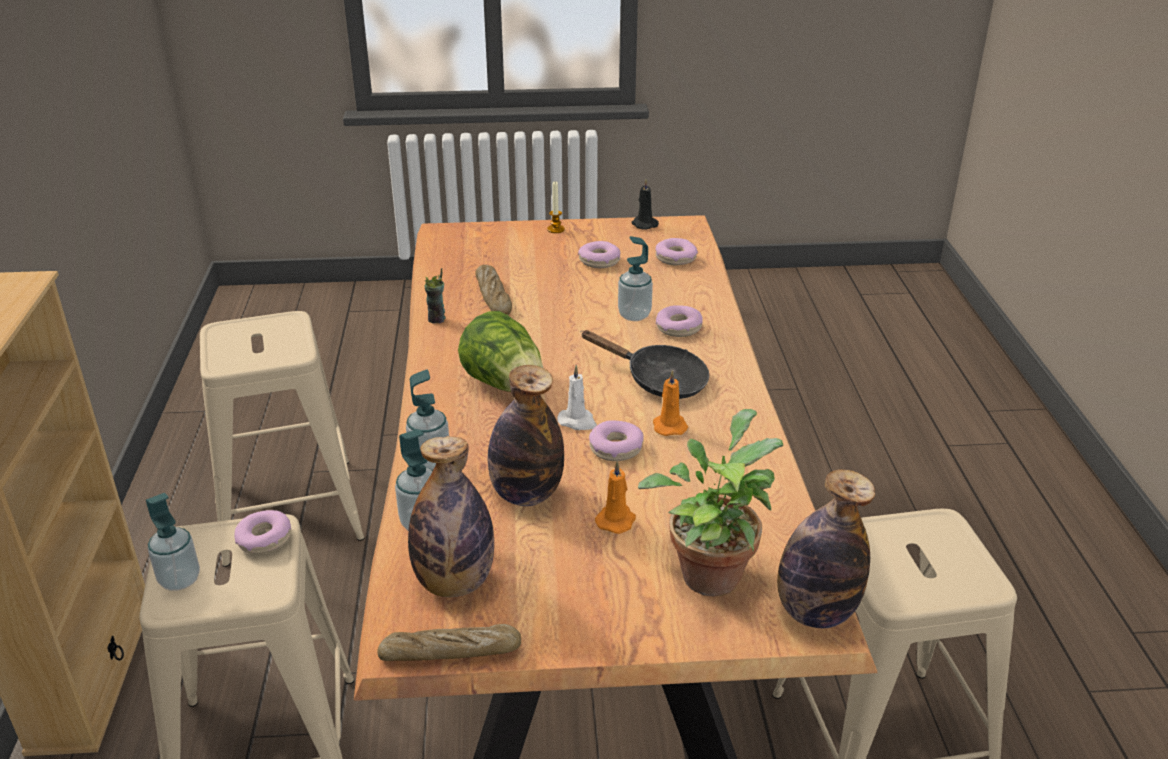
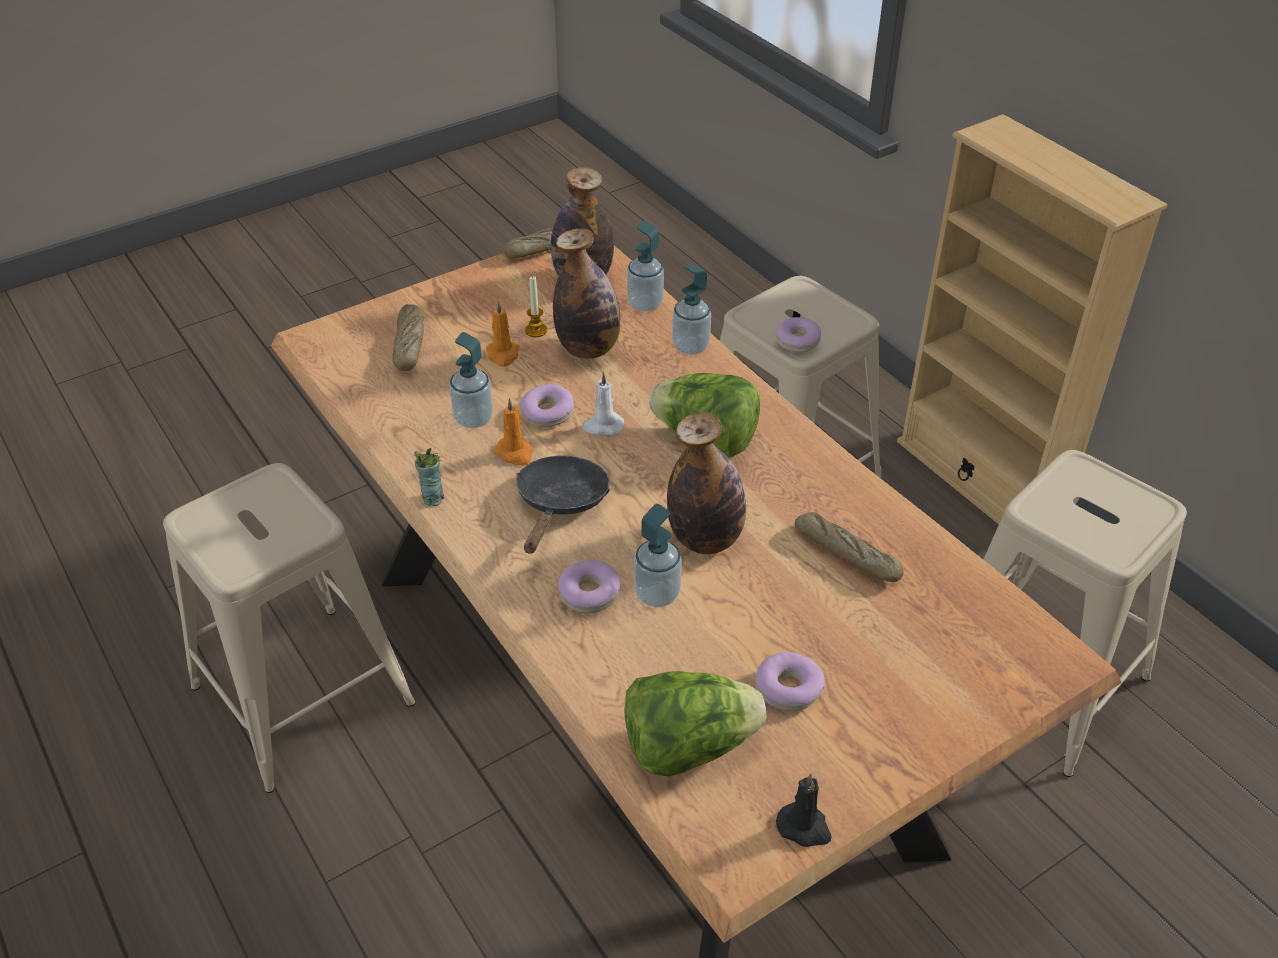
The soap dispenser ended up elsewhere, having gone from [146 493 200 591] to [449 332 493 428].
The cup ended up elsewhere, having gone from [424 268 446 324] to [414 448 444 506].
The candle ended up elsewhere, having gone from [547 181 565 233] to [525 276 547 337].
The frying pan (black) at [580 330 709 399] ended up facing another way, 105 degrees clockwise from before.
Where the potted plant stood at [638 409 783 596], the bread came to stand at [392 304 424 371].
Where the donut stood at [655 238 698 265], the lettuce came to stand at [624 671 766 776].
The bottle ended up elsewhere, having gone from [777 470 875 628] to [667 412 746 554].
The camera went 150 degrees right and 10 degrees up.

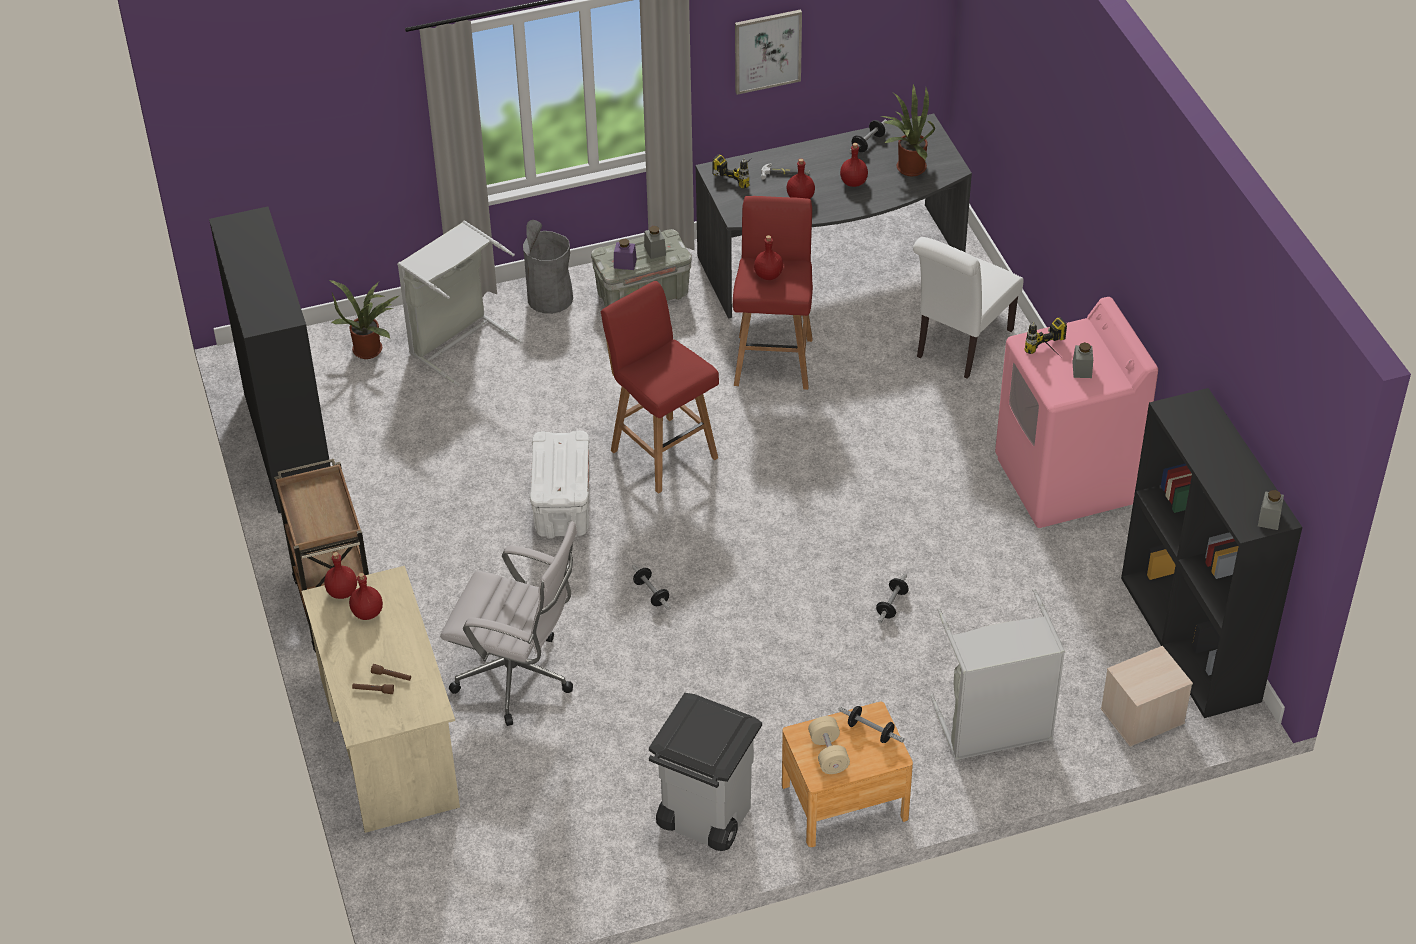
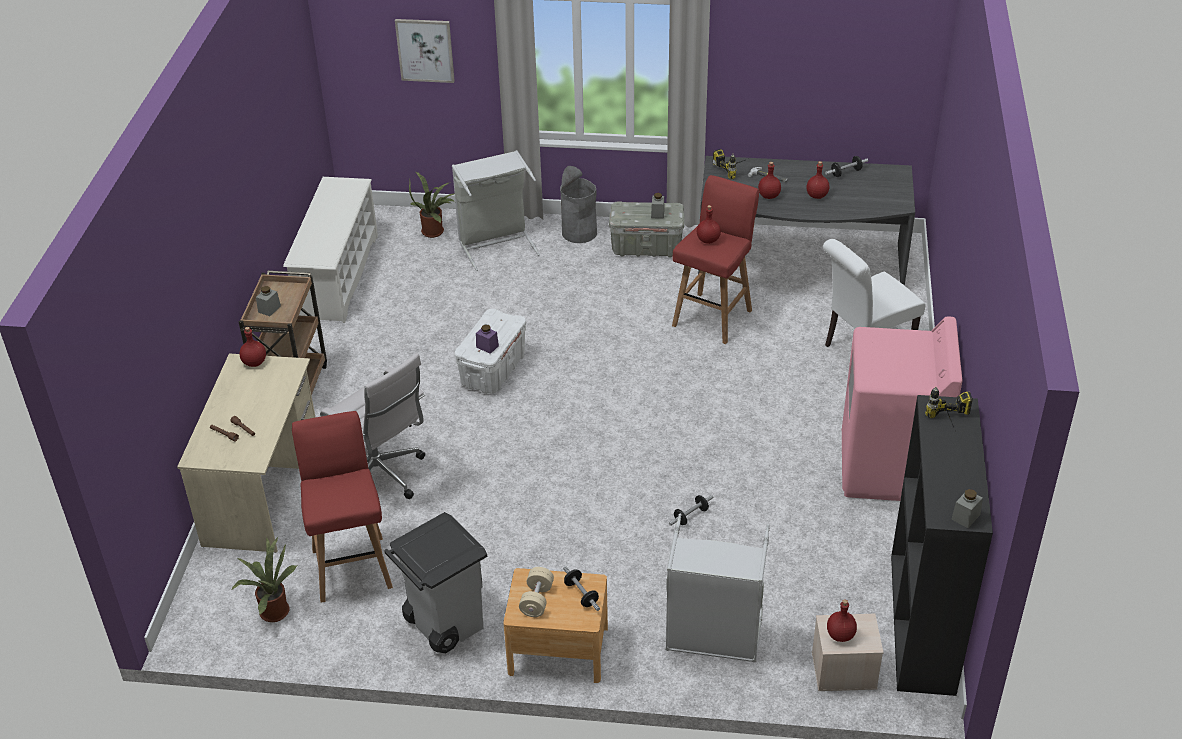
Where the bookcase (black) stood at [209 206 330 513], the shoe rack (white) came to stand at [283 177 378 323].
The bottle (red) ended up elsewhere, having gone from [349 573 383 620] to [827 599 857 642].
The stool (red) ended up elsewhere, having gone from [601 281 719 494] to [292 411 393 603].
The jar (purple) ended up elsewhere, having gone from [614 239 637 270] to [476 324 499 354].
The second view lost the dumbbell at [632 564 671 610].
The picture ended up elsewhere, having gone from [735 9 802 95] to [395 19 455 83].
The potted plant ended up elsewhere, having gone from [881 83 935 176] to [231 537 297 622].
The power drill ended up elsewhere, having gone from [1025 317 1067 359] to [925 387 973 432].
The jar (grey) ended up elsewhere, having gone from [1072 342 1093 378] to [256 286 281 316].
The camera went 25 degrees right and 5 degrees down.

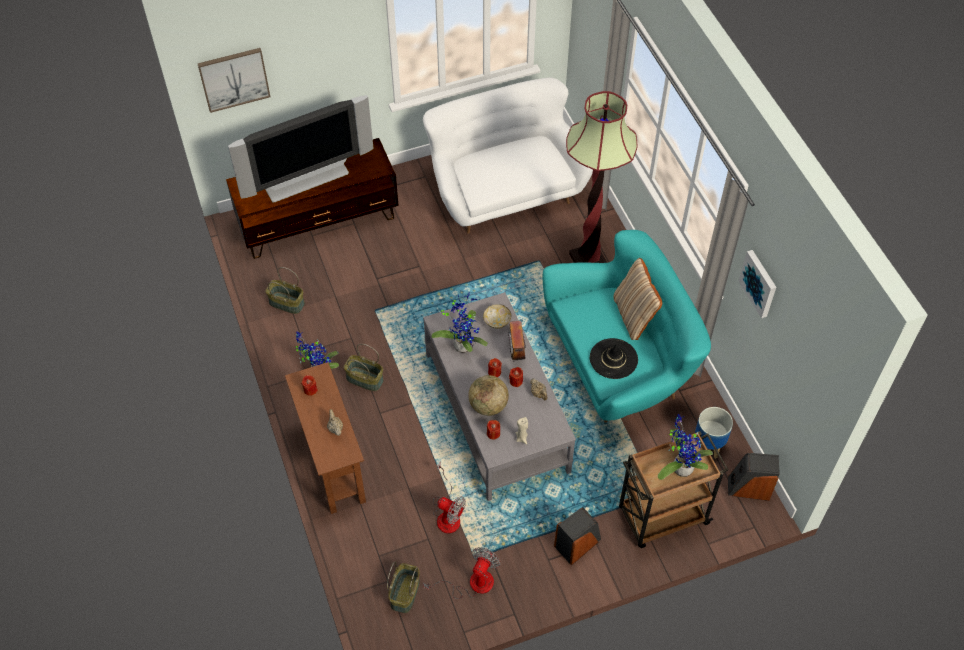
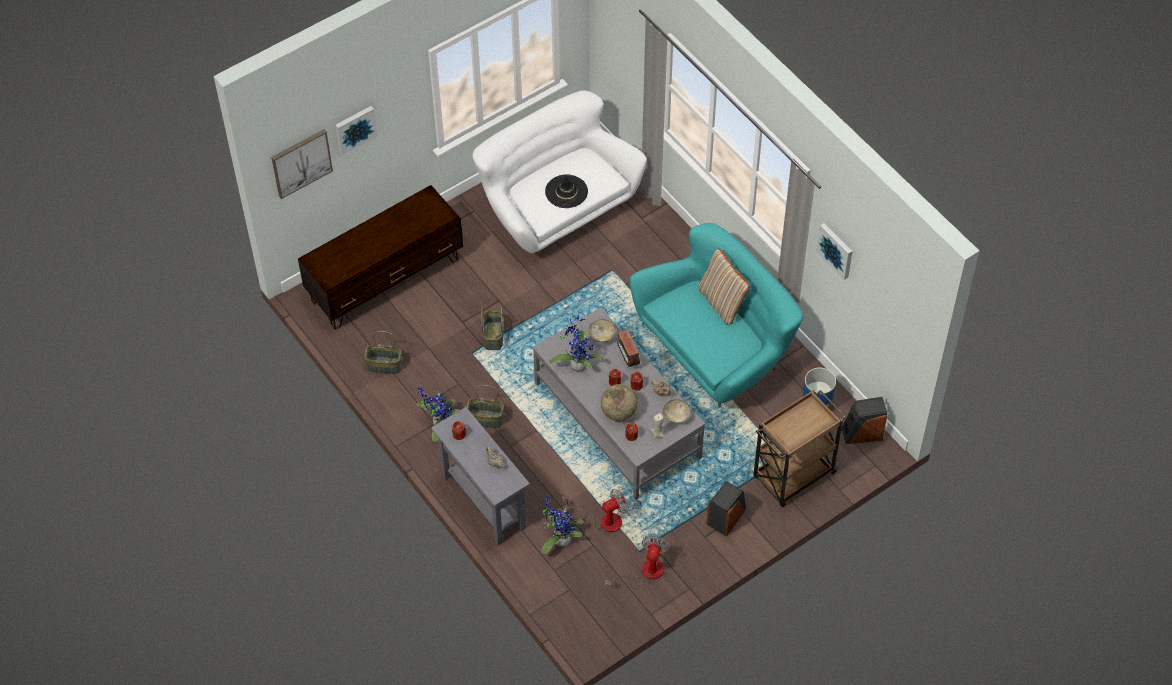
The second view lost the television at [228 95 374 203].
What was the console table (brown) at [285 362 366 514] turned into the console table (grey) at [431 407 530 545].
The basket ended up elsewhere, having gone from [387 562 420 613] to [481 306 504 350].
The fan at [433 462 466 533] ended up facing another way, 45 degrees counterclockwise from before.
The second view lost the floor lamp at [566 91 637 263].
The hat (black) ended up elsewhere, having gone from [590 338 638 379] to [545 175 588 208].
The potted plant ended up elsewhere, having gone from [657 414 713 480] to [541 496 584 554].
The second view gained the picture at [335 106 377 155].
The second view gained the bowl at [663 399 690 424].
The camera went 15 degrees left and 0 degrees up.

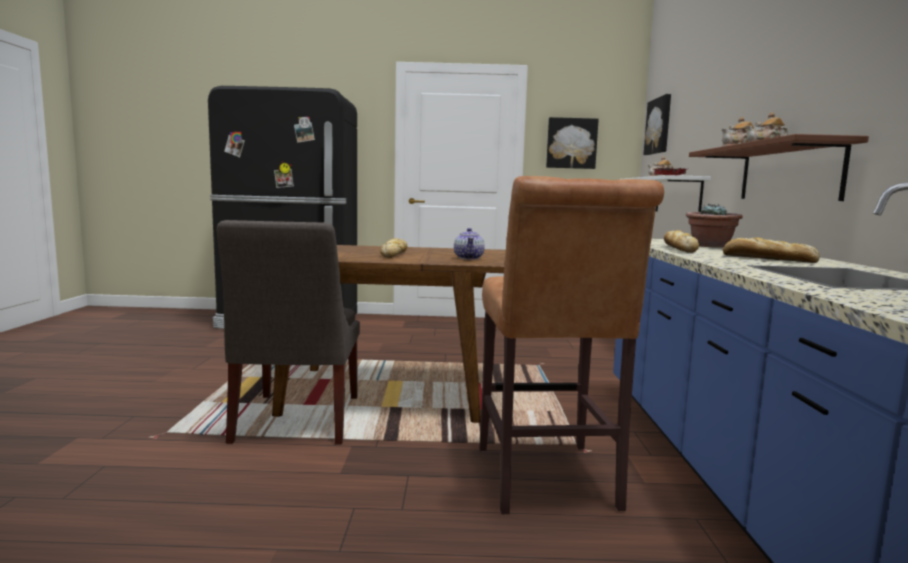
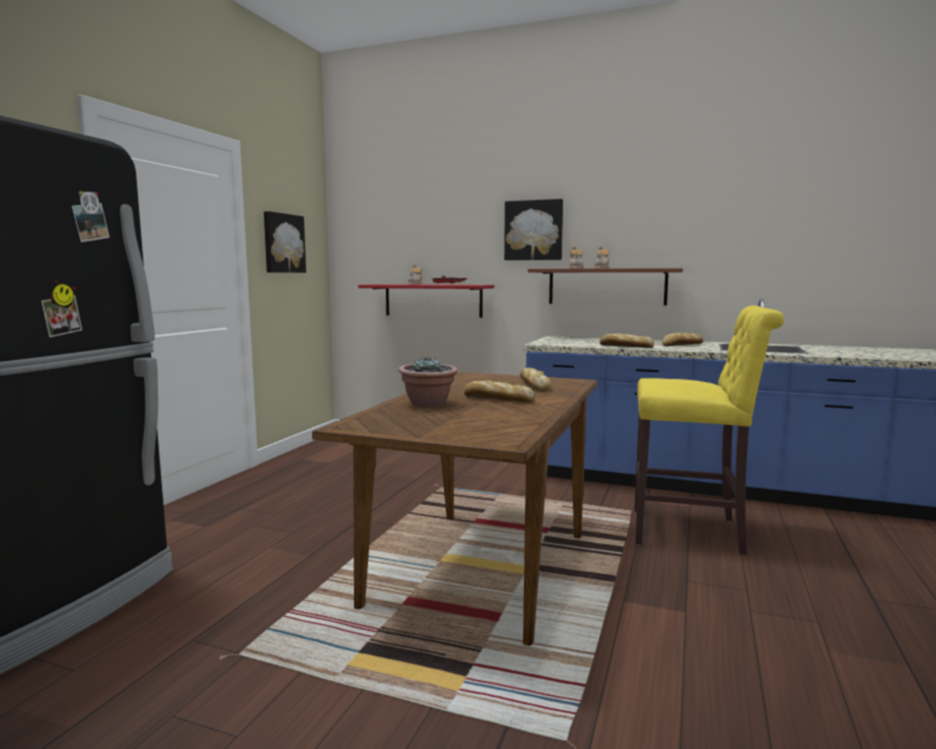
The second view lost the chair (grey) at [216 220 360 445].
Where the teapot stood at [454 228 485 259], the bread came to stand at [520 367 551 391].
What was the stool (brown) at [479 176 664 515] turned into the stool (yellow) at [634 306 784 555].
What was the shelf (white) at [620 175 711 212] turned into the shelf (red) at [358 284 494 318].
The picture ended up elsewhere, having gone from [643 94 671 155] to [504 199 563 260].
The potted plant ended up elsewhere, having gone from [686 204 743 248] to [398 357 458 407].
The camera went 70 degrees left and 0 degrees up.

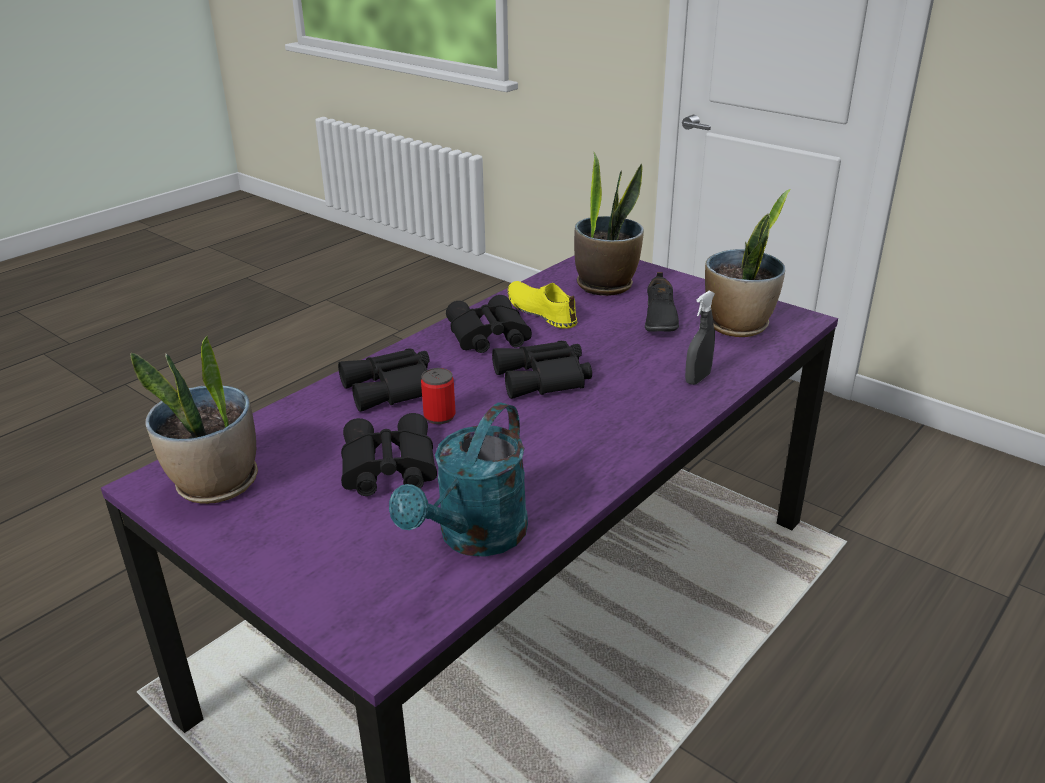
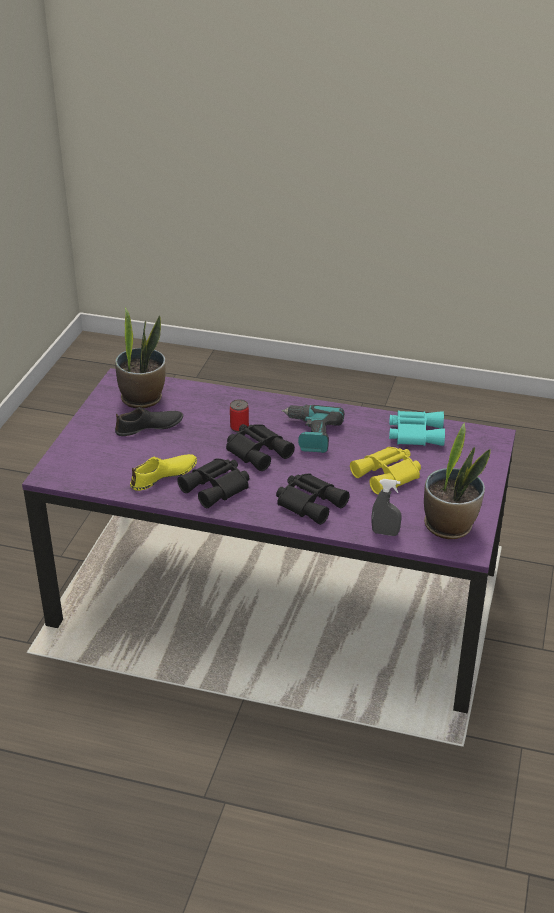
What was the binoculars (black) at [341 413 437 496] turned into the binoculars (yellow) at [350 447 421 494].
Where the watering can (turquoise) stood at [389 402 528 557], the binoculars (turquoise) came to stand at [389 410 445 446].
The can ended up elsewhere, having gone from [421 368 456 424] to [230 399 249 432].
The shoe (yellow) at [508 281 577 329] ended up facing another way, 150 degrees counterclockwise from before.
The second view lost the potted plant at [574 153 644 296].
The spray bottle (grey) ended up elsewhere, having gone from [685 291 715 385] to [371 479 402 536].
The second view gained the power drill at [282 405 344 453].
The camera went 115 degrees left and 5 degrees up.

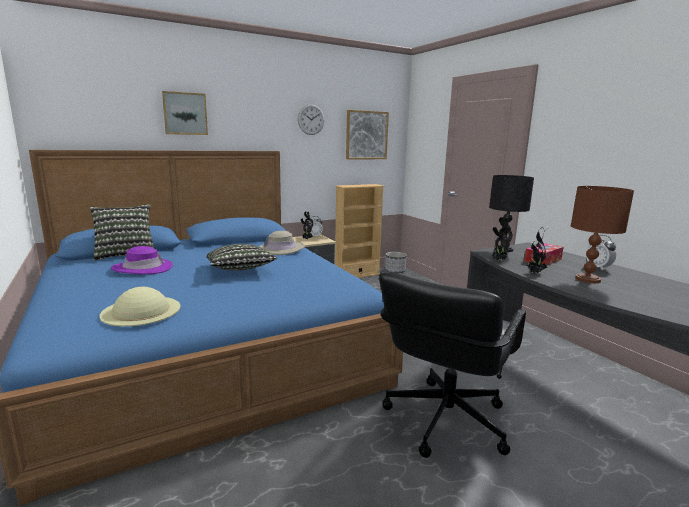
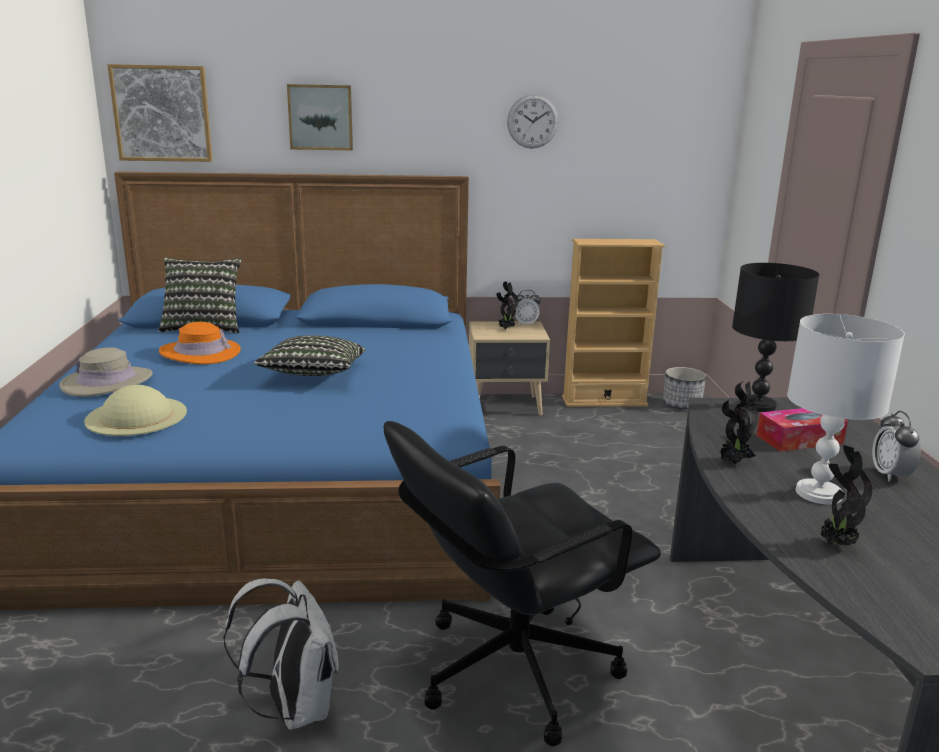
What was the hat (purple) at [111 246 173 274] turned into the hat (orange) at [159 322 241 364].
The hat (beige) ended up elsewhere, having gone from [259 231 305 255] to [59 347 153 397].
The picture ended up elsewhere, having gone from [346 110 389 160] to [107 64 213 162].
The potted plant ended up elsewhere, having gone from [492 217 513 261] to [820 445 872 547].
What was the table lamp (brown) at [571 186 634 283] turned into the table lamp (white) at [787 314 905 504].
The second view gained the backpack (white) at [223 578 339 730].
The camera went 25 degrees right and 5 degrees up.

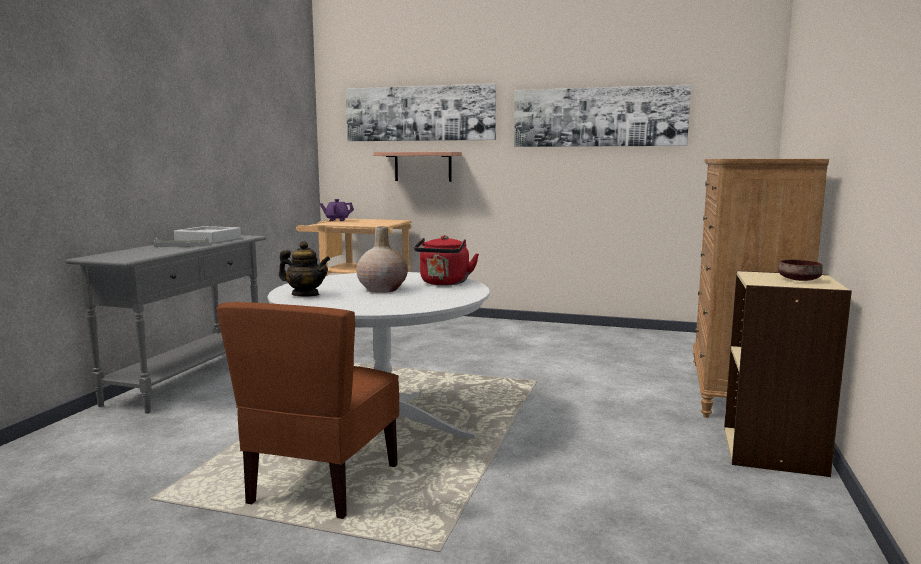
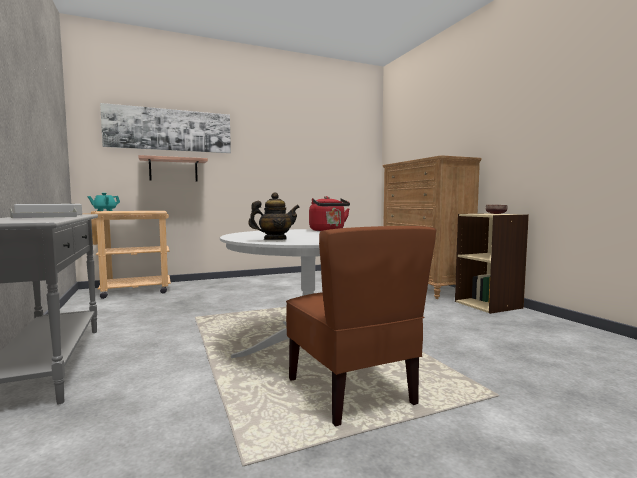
What was the teapot (purple) at [320 199 354 221] turned into the teapot (turquoise) at [87 193 120 211].
The second view lost the vase (beige) at [356 226 408 293].
The second view lost the picture at [514 85 691 147].
The camera went 40 degrees left and 5 degrees down.

